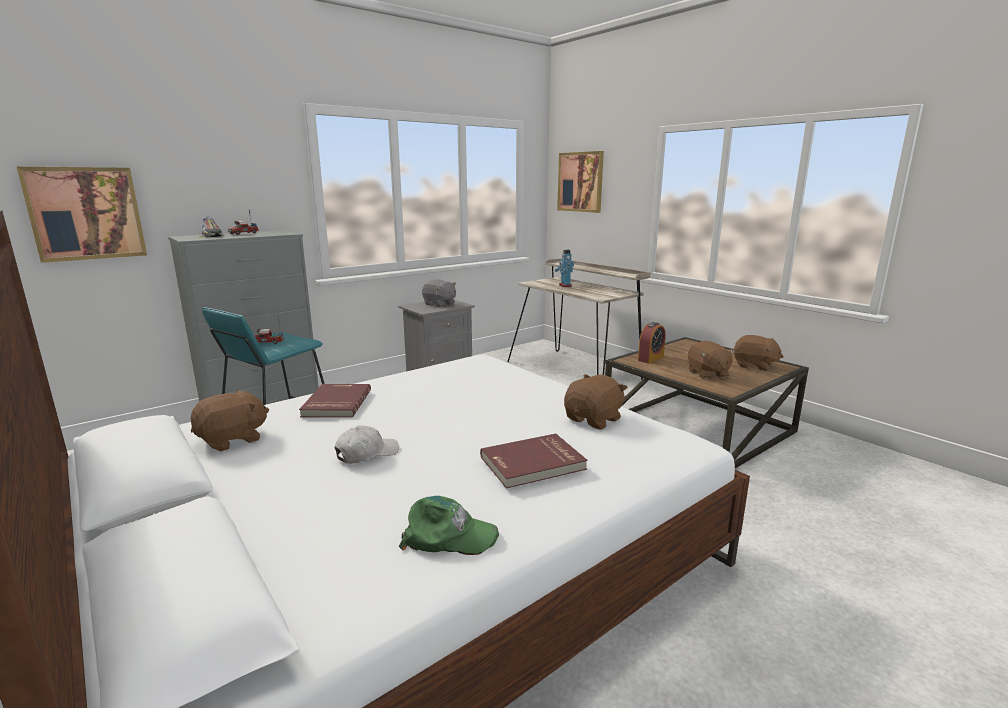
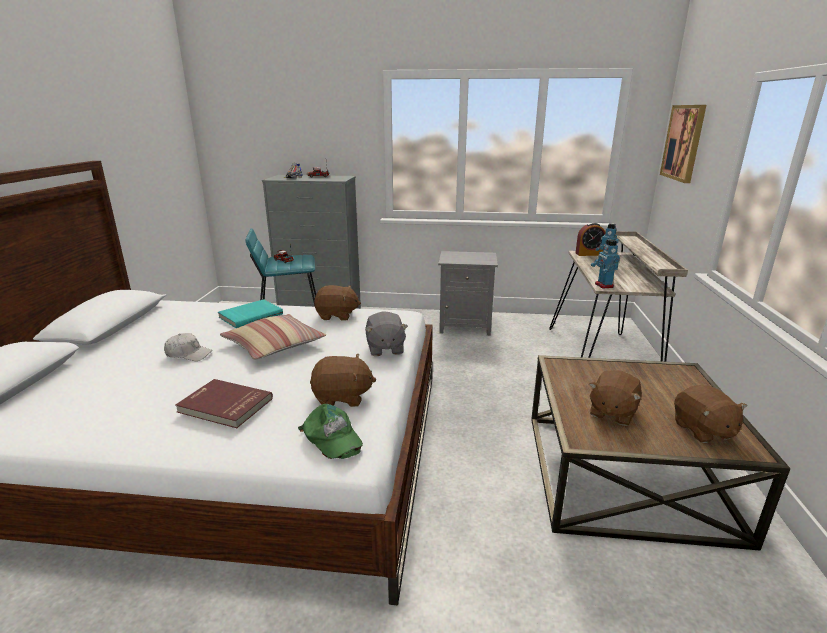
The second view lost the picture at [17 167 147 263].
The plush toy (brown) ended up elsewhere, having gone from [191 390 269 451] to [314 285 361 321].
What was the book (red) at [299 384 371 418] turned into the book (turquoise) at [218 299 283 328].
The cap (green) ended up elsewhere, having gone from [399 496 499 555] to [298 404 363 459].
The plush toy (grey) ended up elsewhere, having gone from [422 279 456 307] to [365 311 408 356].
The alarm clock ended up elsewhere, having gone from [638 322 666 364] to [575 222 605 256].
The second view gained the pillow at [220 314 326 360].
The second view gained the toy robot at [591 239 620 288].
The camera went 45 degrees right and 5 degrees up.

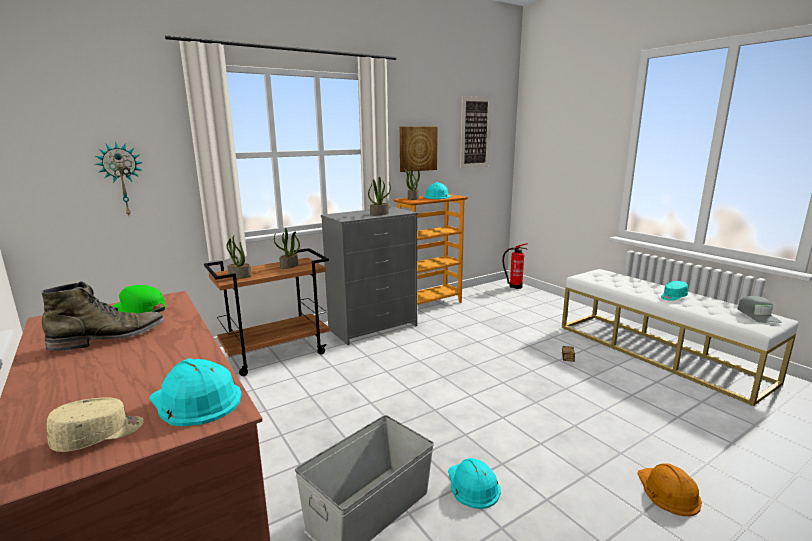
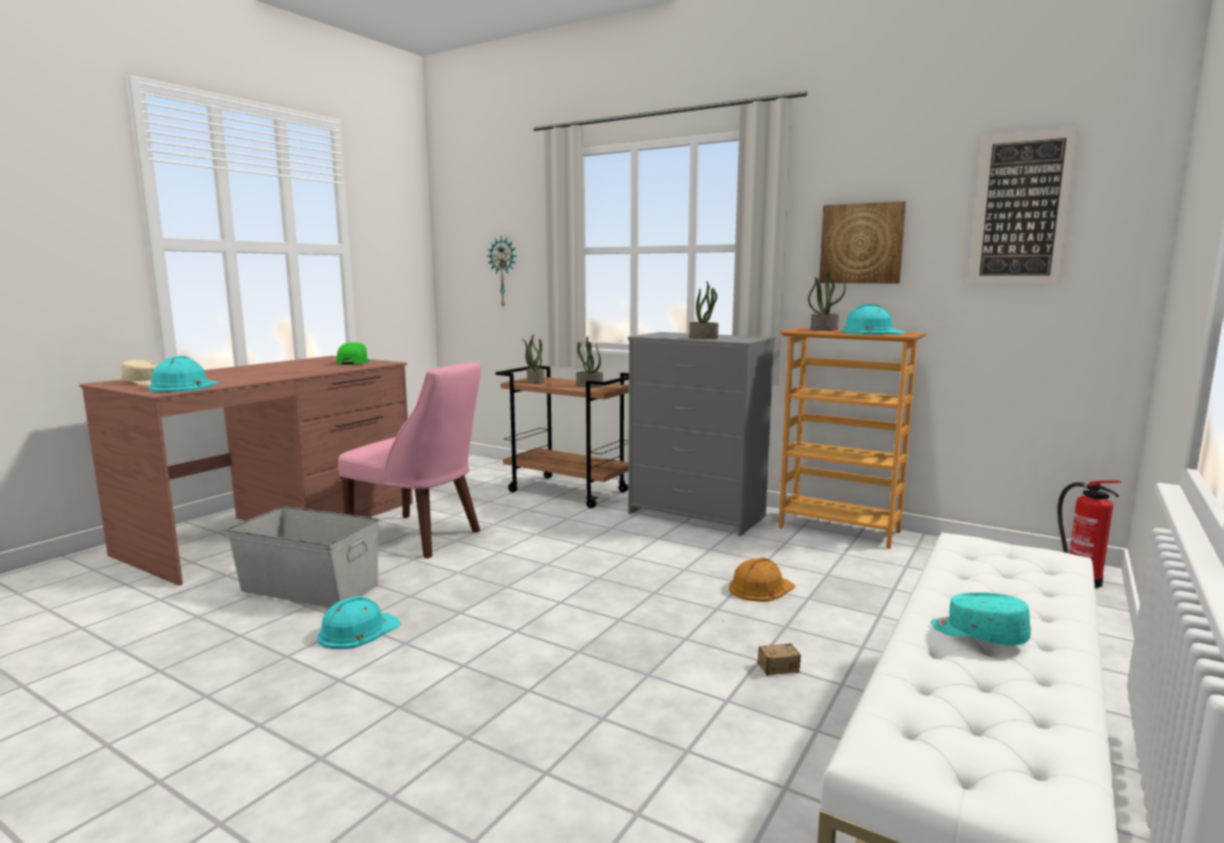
The second view lost the boot (green) at [41 281 165 351].
The hard hat (orange) ended up elsewhere, having gone from [637 463 702 516] to [729 557 795 602].
The second view lost the cap (grey) at [737 296 782 323].
The second view gained the chair (pink) at [338 362 481 558].
The camera went 65 degrees right and 5 degrees down.

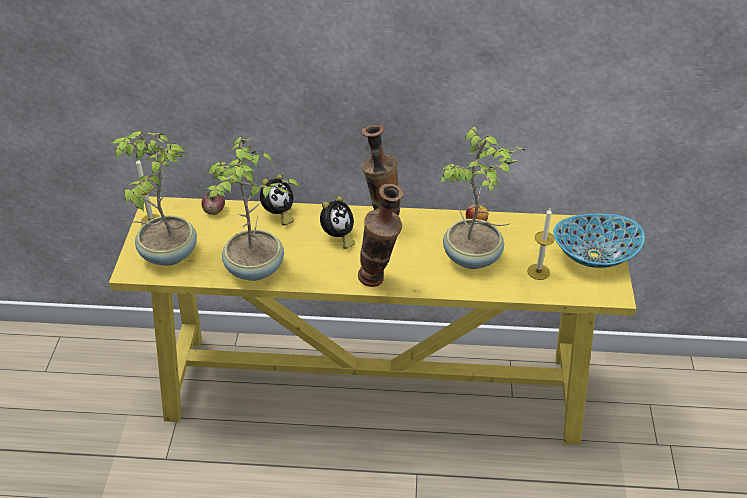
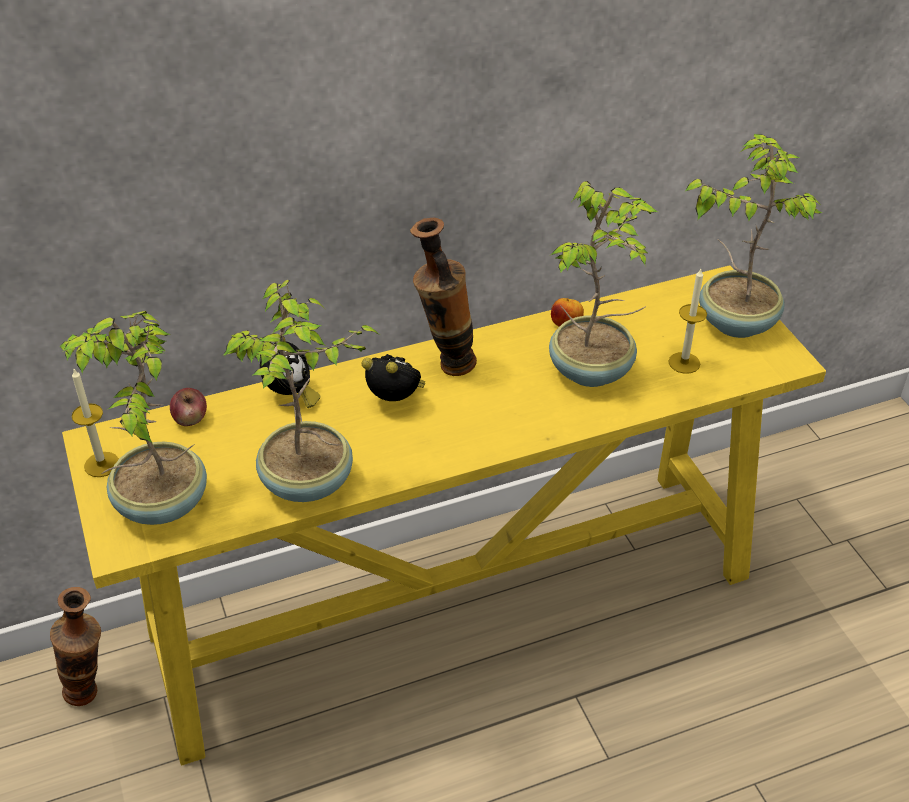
The alarm clock at [320 196 355 249] ended up facing another way, 75 degrees counterclockwise from before.
The vase ended up elsewhere, having gone from [358 184 404 287] to [50 587 101 706].
Where the bowl stood at [554 214 645 268], the potted plant came to stand at [684 134 823 338].
The camera went 25 degrees left and 0 degrees up.

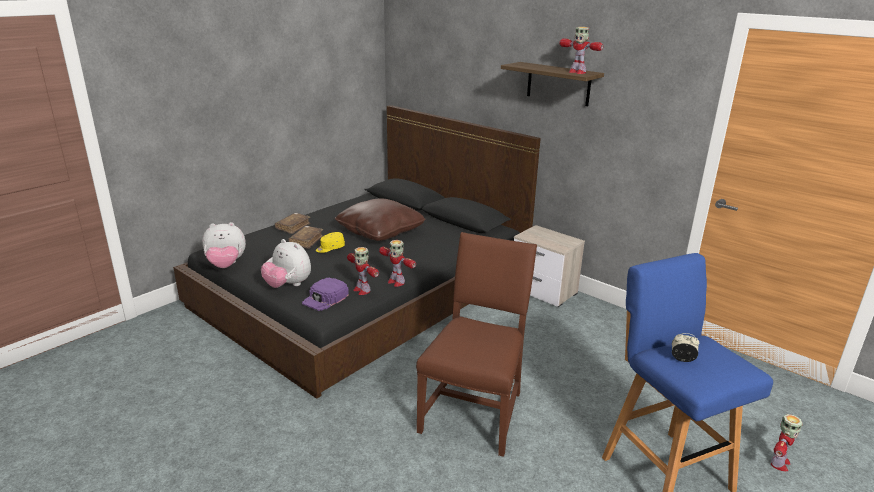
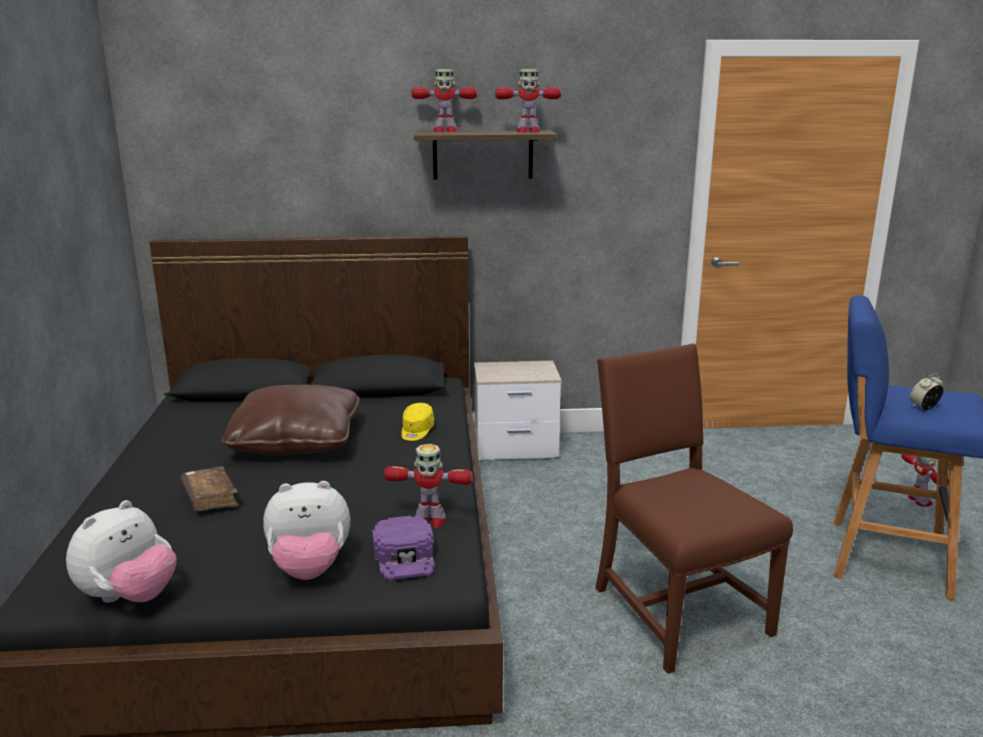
The second view lost the book (brown) at [275 213 310 234].
The cap (yellow) ended up elsewhere, having gone from [316 232 345 253] to [401 403 434 441].
The toy robot ended up elsewhere, having gone from [379 240 416 287] to [411 69 477 132].
The camera went 45 degrees left and 5 degrees down.

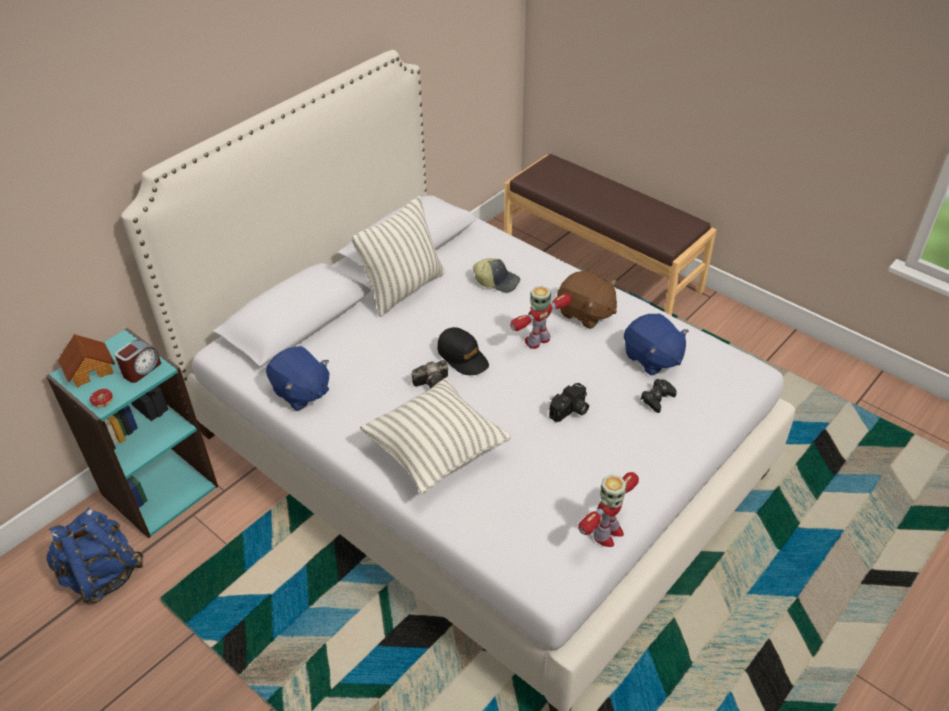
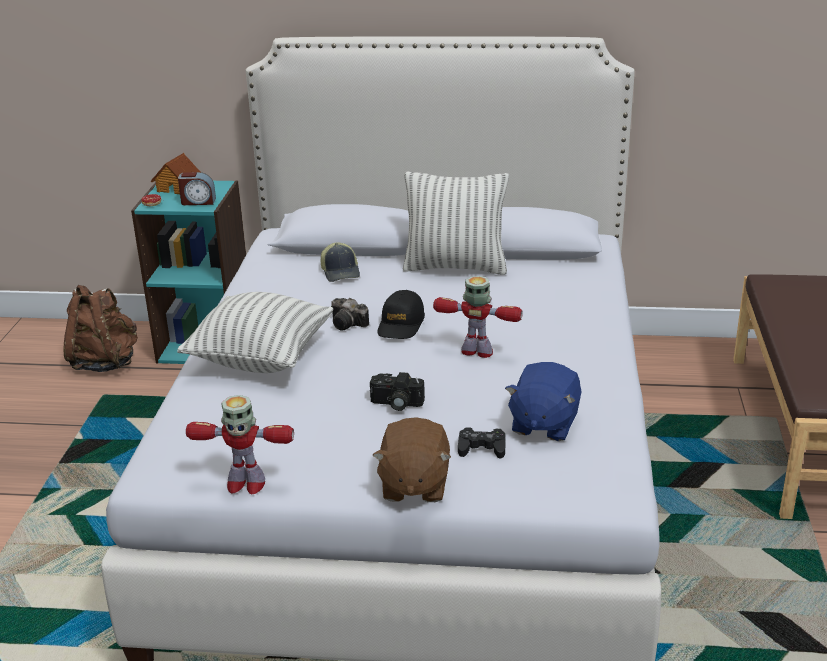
What was the backpack (blue) at [47 508 144 604] turned into the backpack (brown) at [64 285 138 372].
The second view lost the plush toy (blue) at [266 346 329 411].
The cap ended up elsewhere, having gone from [473 258 520 293] to [321 242 360 282].
The plush toy (brown) ended up elsewhere, having gone from [557 270 617 329] to [372 417 451 502].
The camera went 55 degrees right and 15 degrees down.

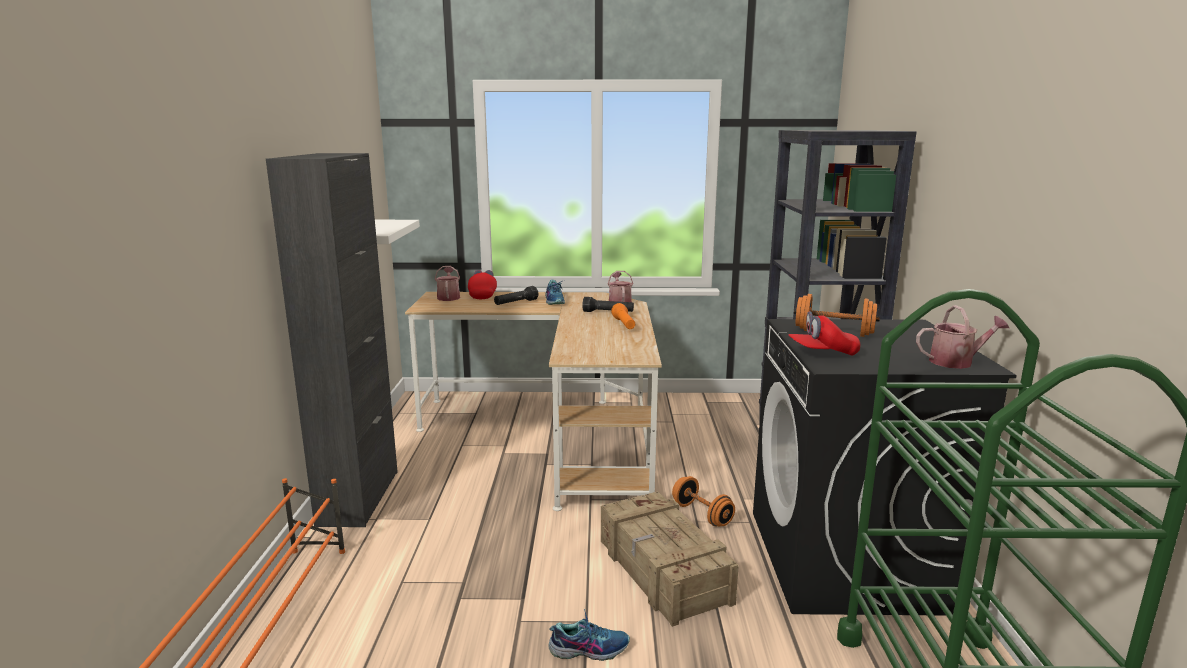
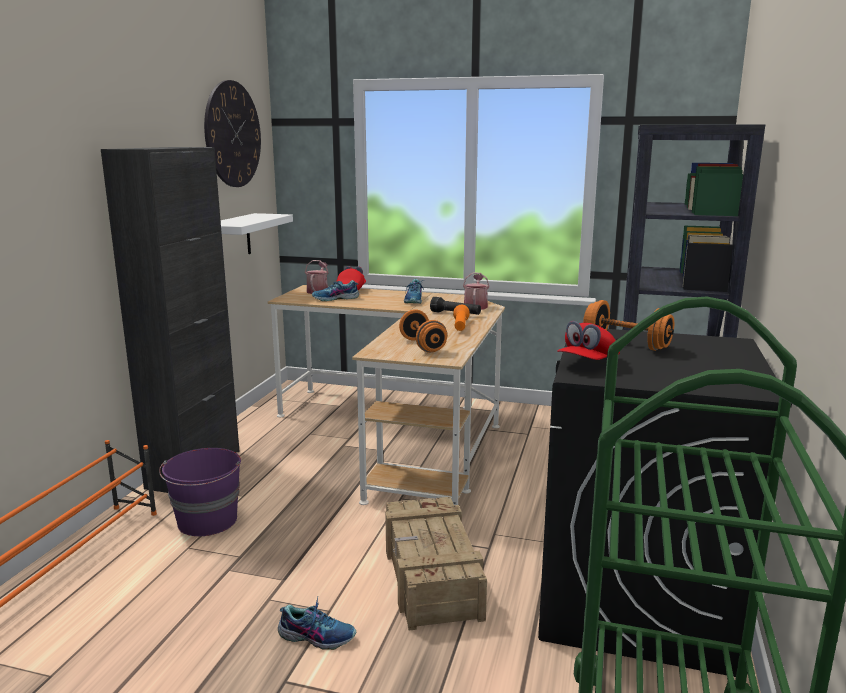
The second view lost the flashlight (black) at [494 286 538 305].
The dumbbell (orange) ended up elsewhere, having gone from [672 476 735 527] to [399 309 447 353].
The cap (red) at [788 311 860 356] ended up facing another way, 60 degrees counterclockwise from before.
The second view lost the watering can at [916 305 1009 369].
The second view gained the bucket (purple) at [159 448 241 536].
The second view gained the wall clock at [204 80 261 187].
The second view gained the shoe at [312 280 359 301].
The camera went 15 degrees right and 0 degrees up.

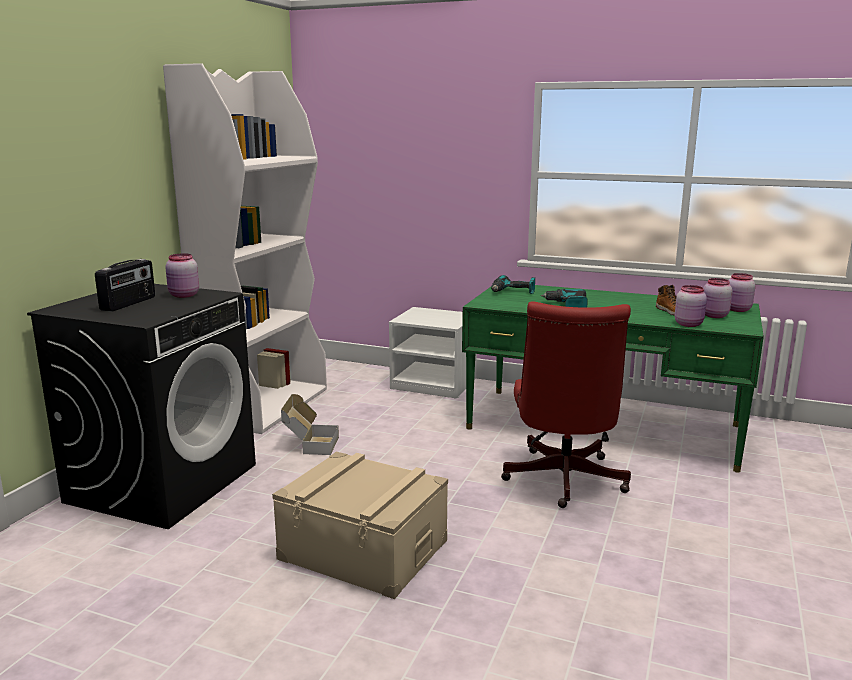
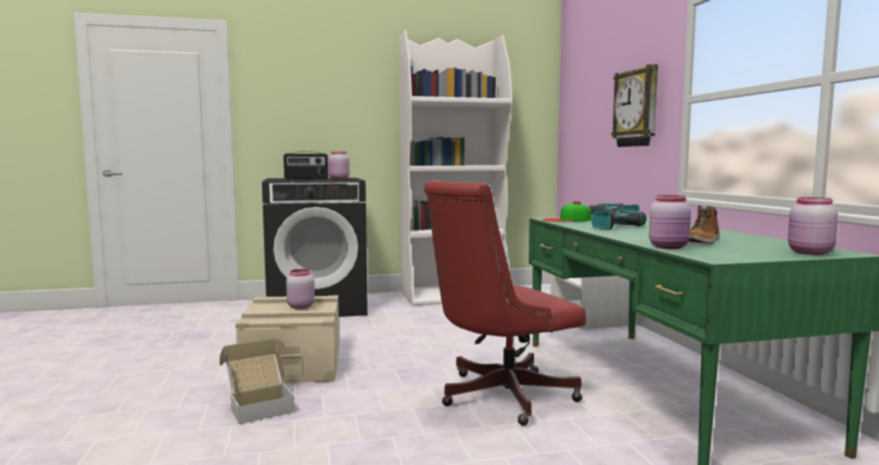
The cardboard box ended up elsewhere, having gone from [281 394 339 455] to [219 338 295 424].
The jar (pink) ended up elsewhere, having gone from [704 278 732 318] to [286 269 315 309].
The second view gained the cap at [542 201 591 222].
The second view gained the wall clock at [611 64 658 147].
The camera went 55 degrees right and 10 degrees down.

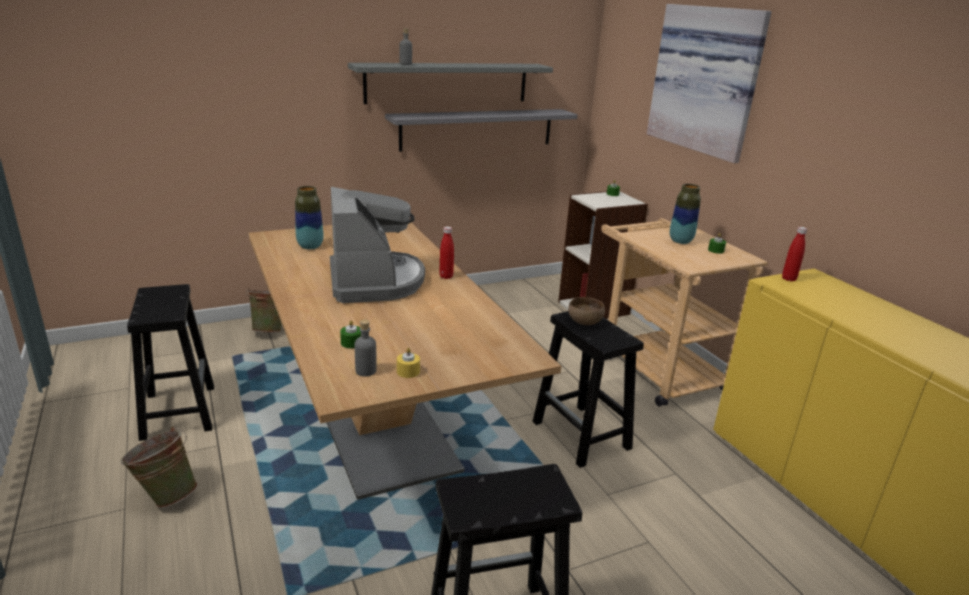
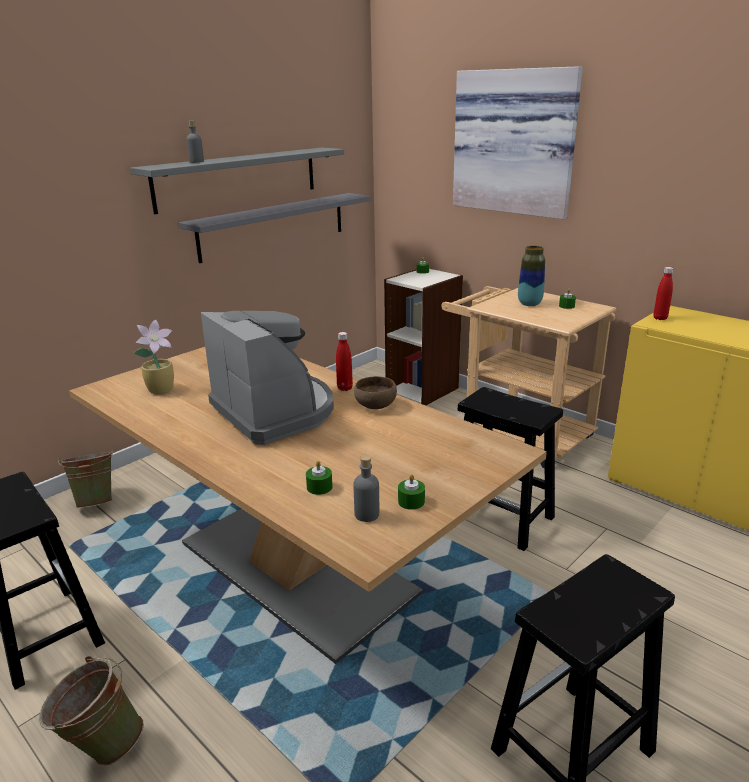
Where the vase stood at [295 186 323 249], the potted plant came to stand at [133 320 174 394].
What was the candle (yellow) at [397 347 420 378] turned into the candle (green) at [398 474 425 510].
The bowl (brown) ended up elsewhere, having gone from [568 297 605 325] to [354 376 397 409].
The camera went 20 degrees left and 0 degrees up.

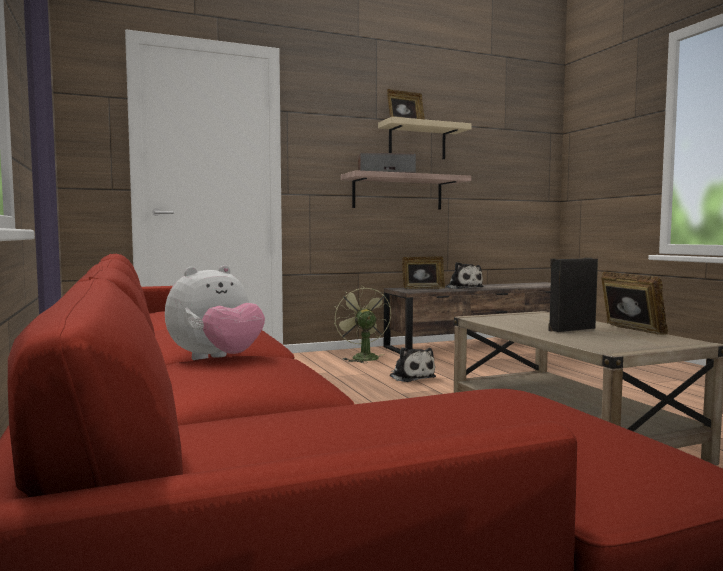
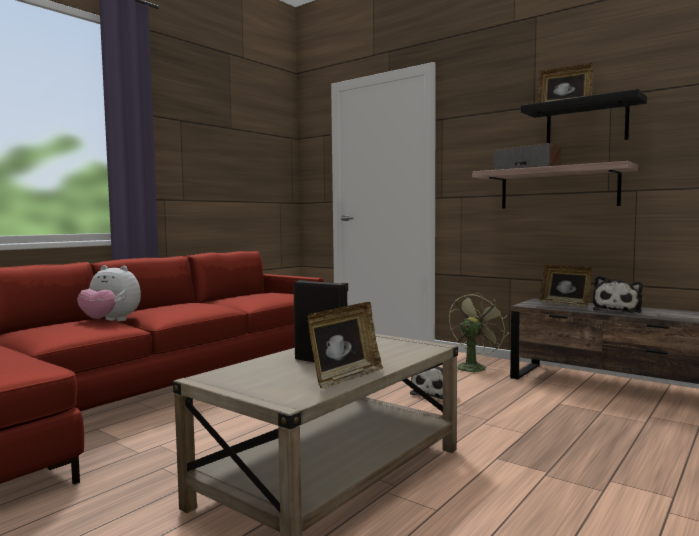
What was the shelf (beige) at [378 117 472 159] turned into the shelf (black) at [521 89 647 143].
The camera went 60 degrees right and 0 degrees up.

